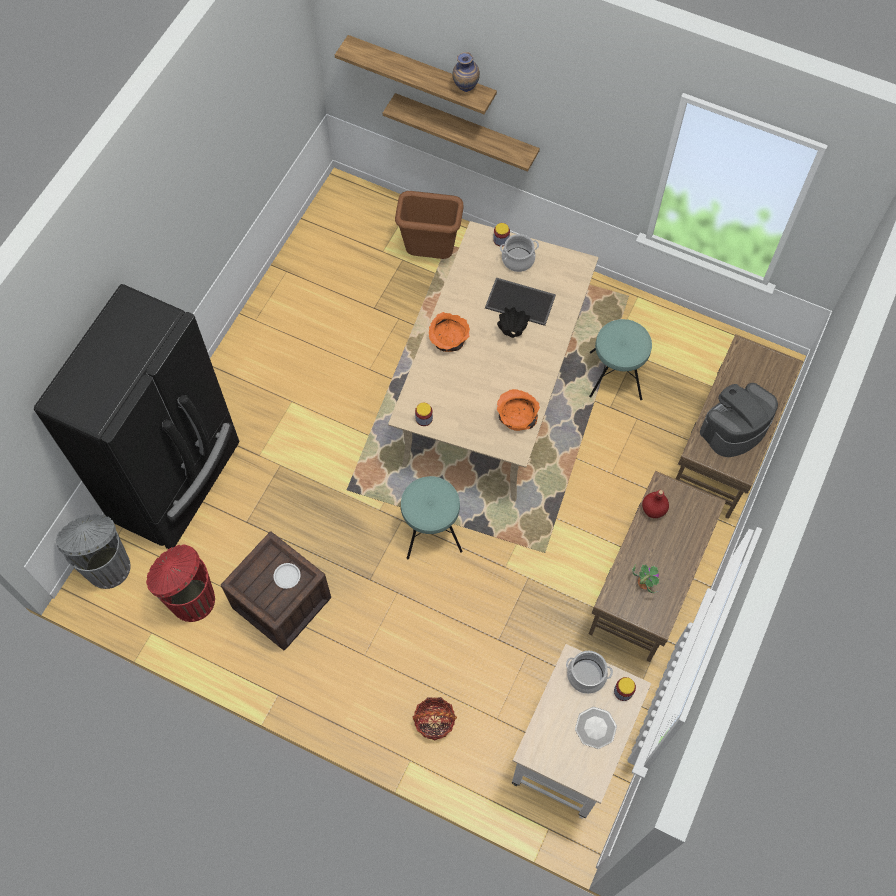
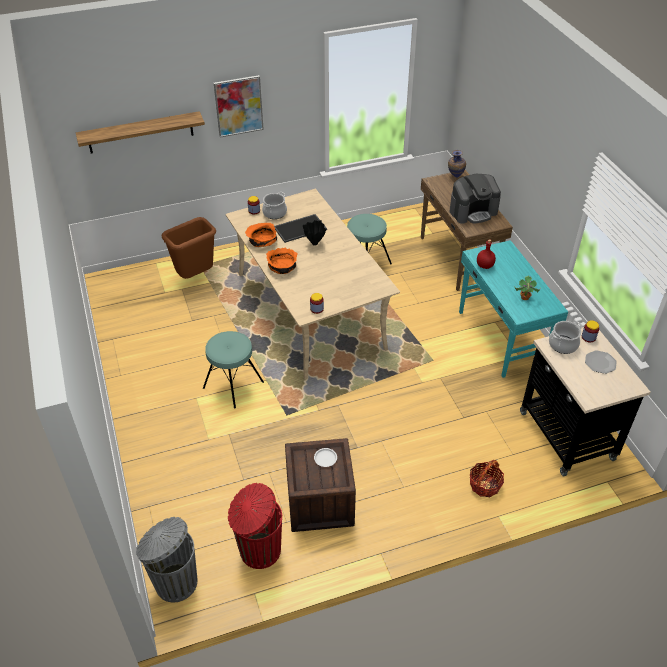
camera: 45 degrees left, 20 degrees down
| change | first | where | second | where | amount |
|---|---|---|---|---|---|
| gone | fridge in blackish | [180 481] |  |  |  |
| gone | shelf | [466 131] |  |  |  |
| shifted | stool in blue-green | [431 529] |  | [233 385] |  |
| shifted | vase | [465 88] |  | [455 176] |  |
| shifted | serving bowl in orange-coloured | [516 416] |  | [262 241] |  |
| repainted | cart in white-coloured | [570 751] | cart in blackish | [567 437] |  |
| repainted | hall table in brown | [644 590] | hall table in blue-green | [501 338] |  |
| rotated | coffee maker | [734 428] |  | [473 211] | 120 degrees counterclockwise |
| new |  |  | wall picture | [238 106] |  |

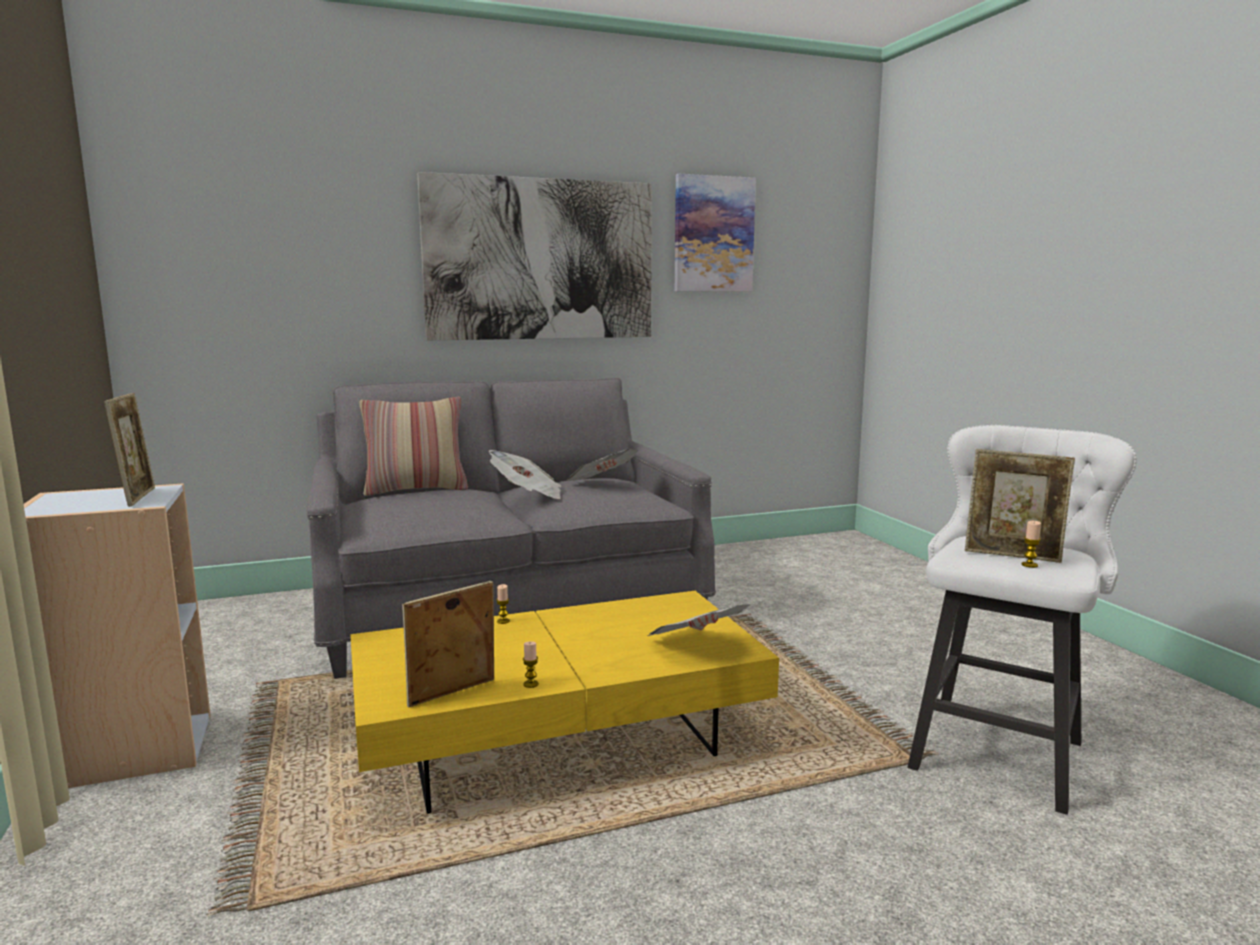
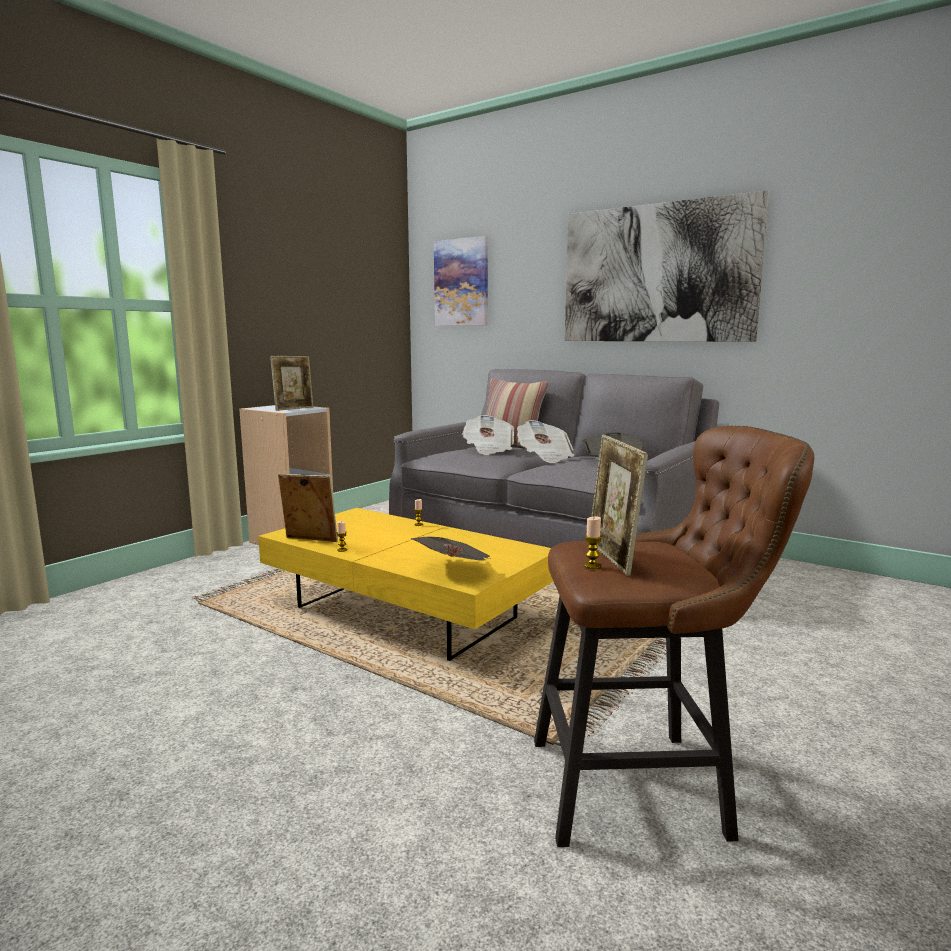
camera: 55 degrees right, 0 degrees up
| change | first | where | second | where | amount |
|---|---|---|---|---|---|
| shifted | wall picture | [713 234] |  | [461 283] |  |
| repainted | stool in white-coloured | [1001 743] | stool in brown | [652 785] |  |
| new |  |  | daily paper | [488 450] |  |

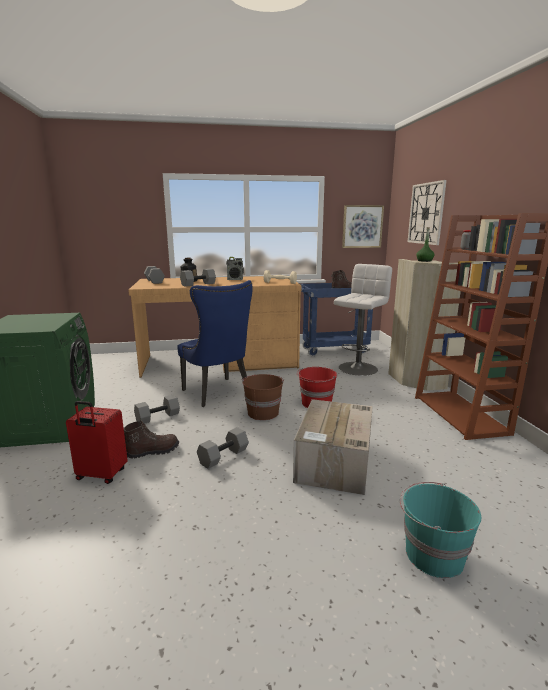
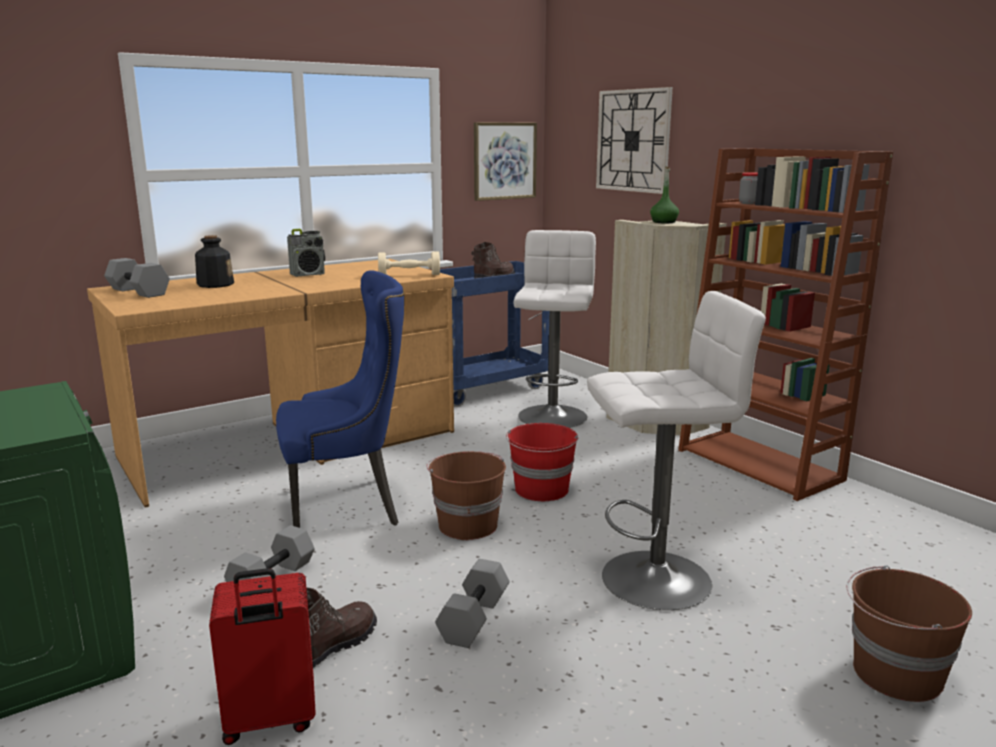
camera: 25 degrees left, 0 degrees up
| change | first | where | second | where | amount |
|---|---|---|---|---|---|
| rotated | plain chair in blue-coloured | [217 392] |  | [347 505] | 45 degrees counterclockwise |
| gone | dumbbell in grey | [198 284] |  |  |  |
| swapped | cardboard box | [334 462] | stool in white-coloured | [657 580] |  |
| repainted | water bucket in blue-green | [432 555] | water bucket in brown | [895 674] |  |

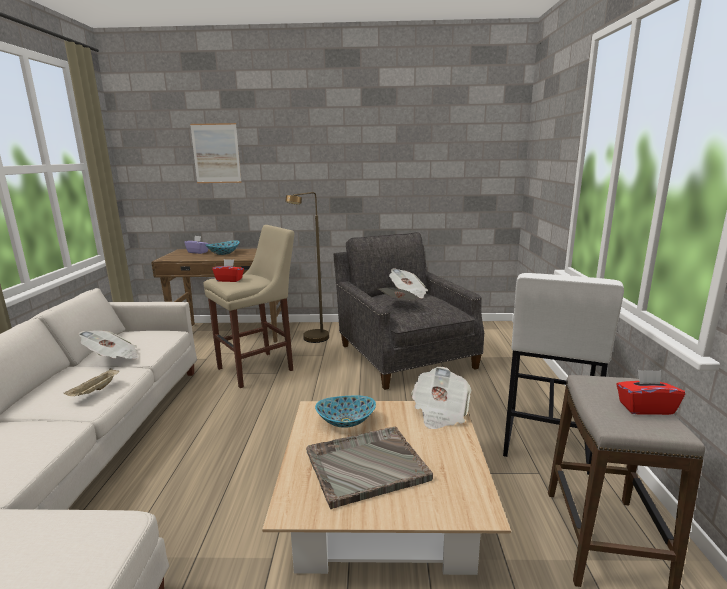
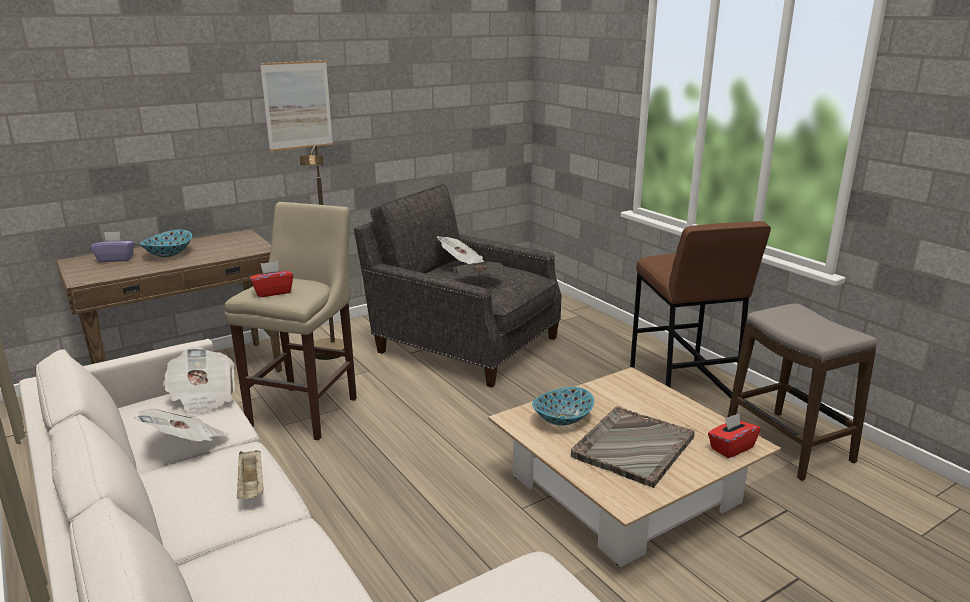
camera: 35 degrees left, 5 degrees up
| change | first | where | second | where | amount |
|---|---|---|---|---|---|
| shifted | wall picture | [216 153] |  | [297 105] |  |
| shifted | daily paper | [440 412] |  | [202 398] |  |
| repainted | stool in white-coloured | [546 441] | stool in brown | [683 387] |  |
| shifted | tissue holder in red | [645 408] |  | [731 448] |  |

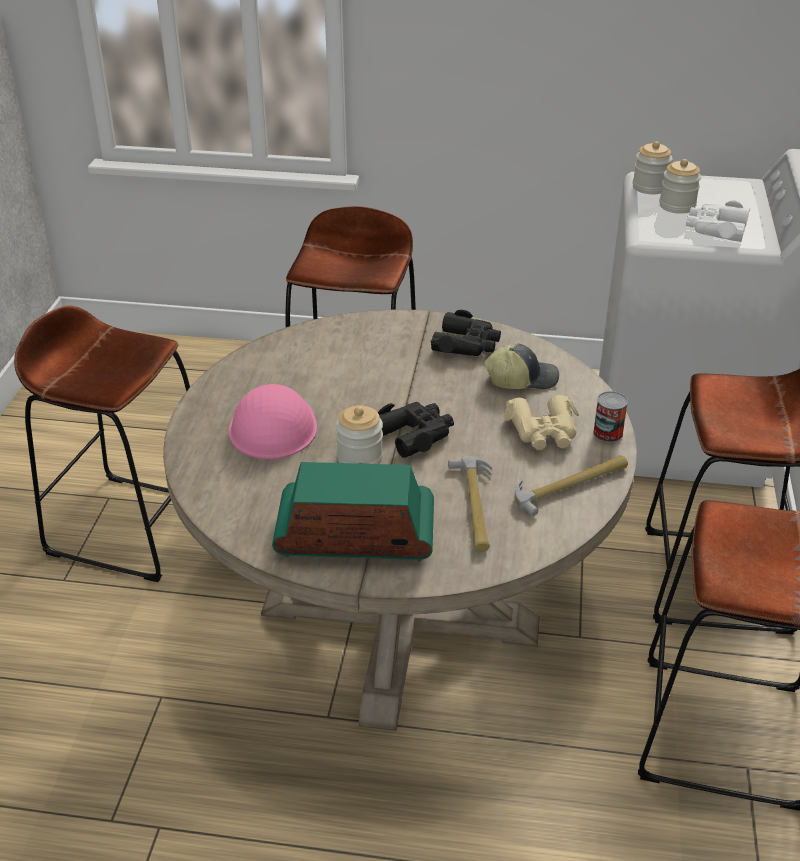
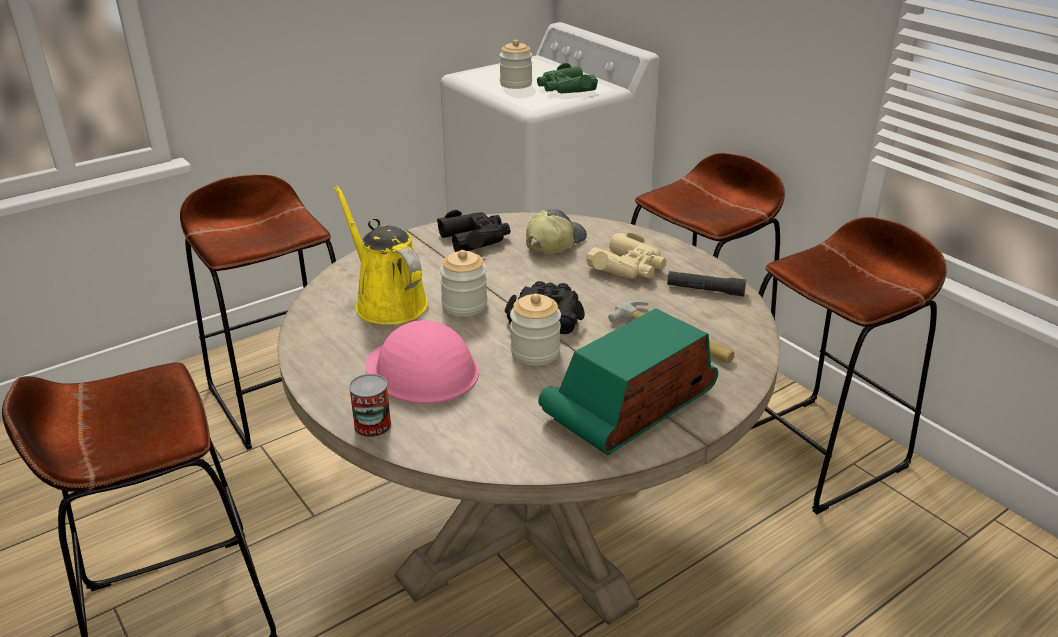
camera: 45 degrees left, 5 degrees down
| change | first | where | second | where | amount |
|---|---|---|---|---|---|
| swapped | tool hammer | [571 486] | flashlight in blackish | [705 290] |  |
| shifted | metal can | [608 433] |  | [372 426] |  |
| shifted | storage jar | [649 187] |  | [464 305] |  |
| repainted | binoculars in white-coloured | [716 229] | binoculars in green | [565 88] |  |
| new |  |  | watering can in yellowish | [387 302] |  |

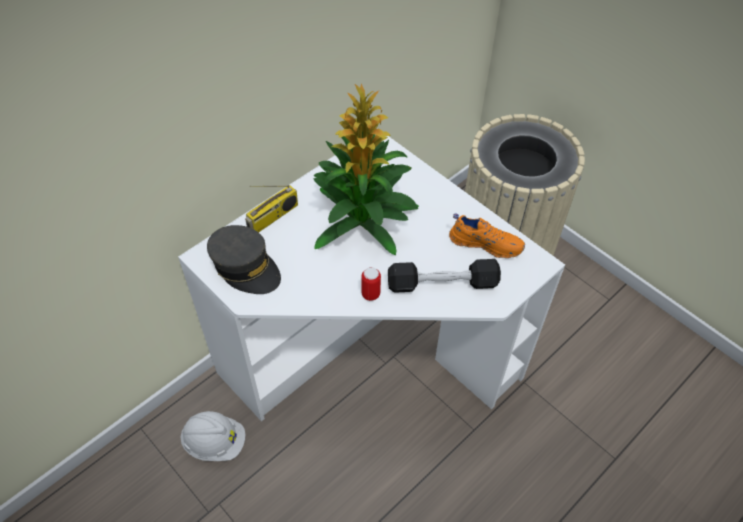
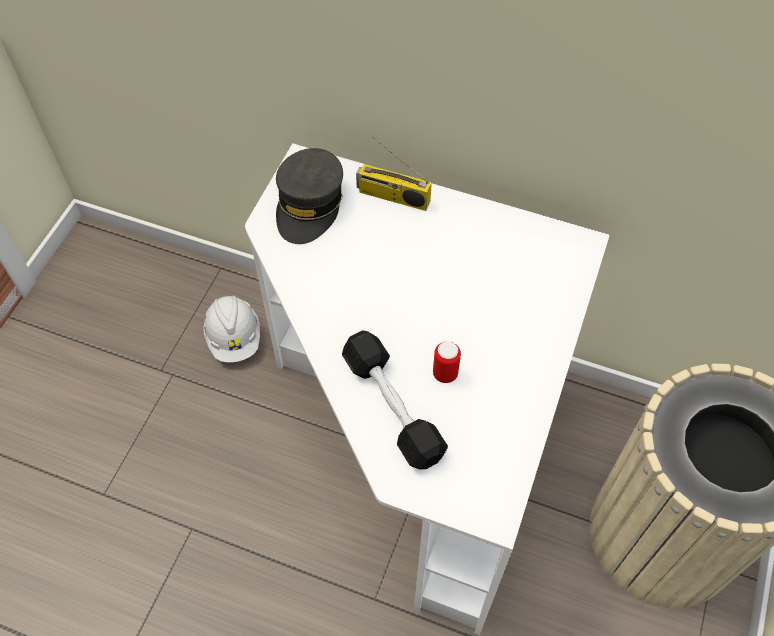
camera: 65 degrees right, 5 degrees up
| change | first | where | second | where | amount |
|---|---|---|---|---|---|
| gone | plant in a pot | [363 219] |  |  |  |
| shifted | metal can | [370 294] |  | [445 374] |  |
| gone | shoe in orange-coloured | [486 243] |  |  |  |

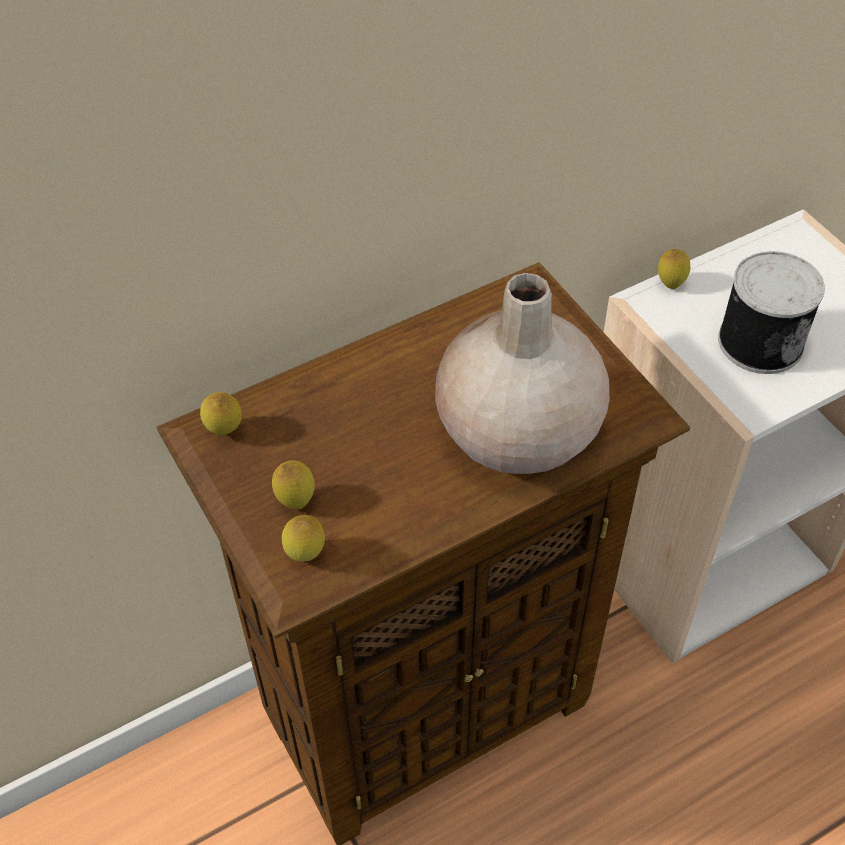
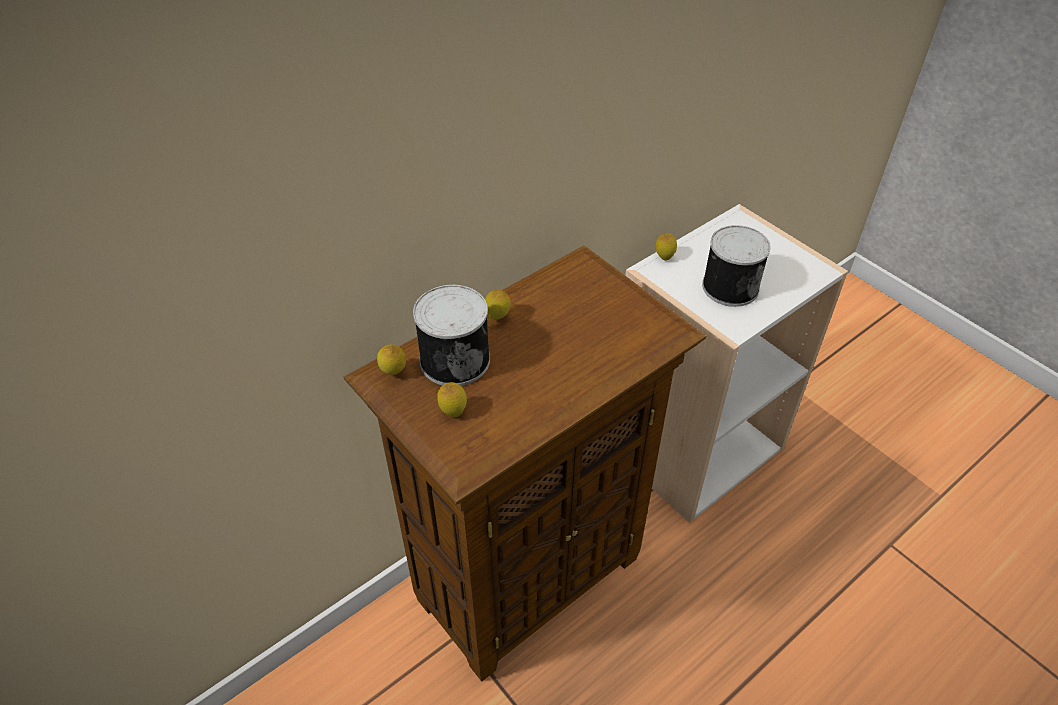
camera: 10 degrees left, 5 degrees down
| change | first | where | second | where | amount |
|---|---|---|---|---|---|
| shifted | citrus fruit | [306 555] |  | [497 318] |  |
| gone | vase in sand-coloured | [517 432] |  |  |  |
| new |  |  | metal can | [454 358] |  |

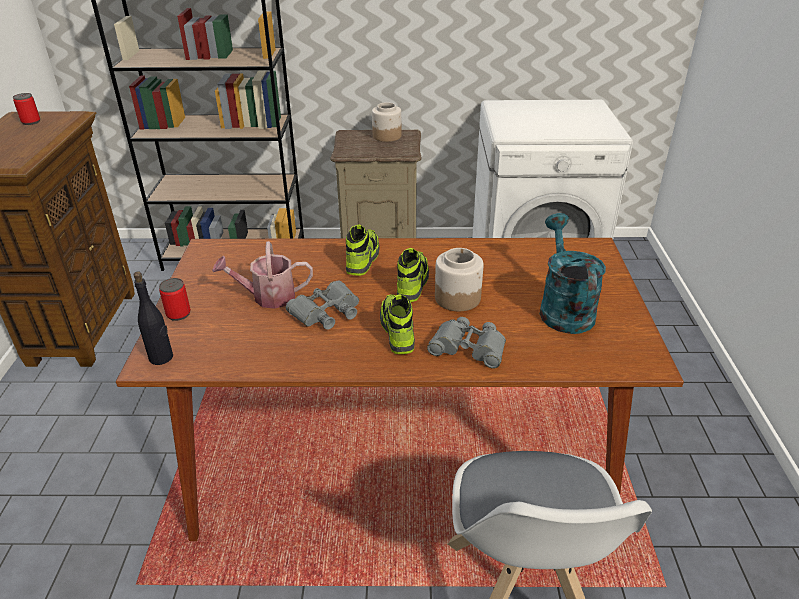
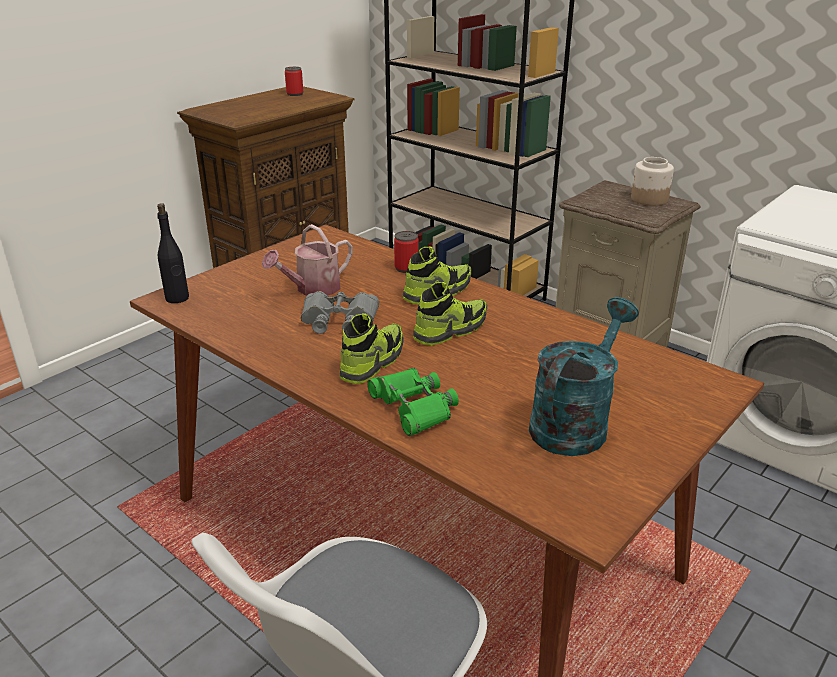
camera: 40 degrees right, 5 degrees down
| change | first | where | second | where | amount |
|---|---|---|---|---|---|
| shifted | metal can | [178 314] |  | [406 268] |  |
| rotated | watering can | [268 297] |  | [313 289] | 75 degrees counterclockwise |
| repainted | binoculars in grey | [468 348] | binoculars in green | [413 407] |  |
| gone | storage jar | [457 298] |  |  |  |

